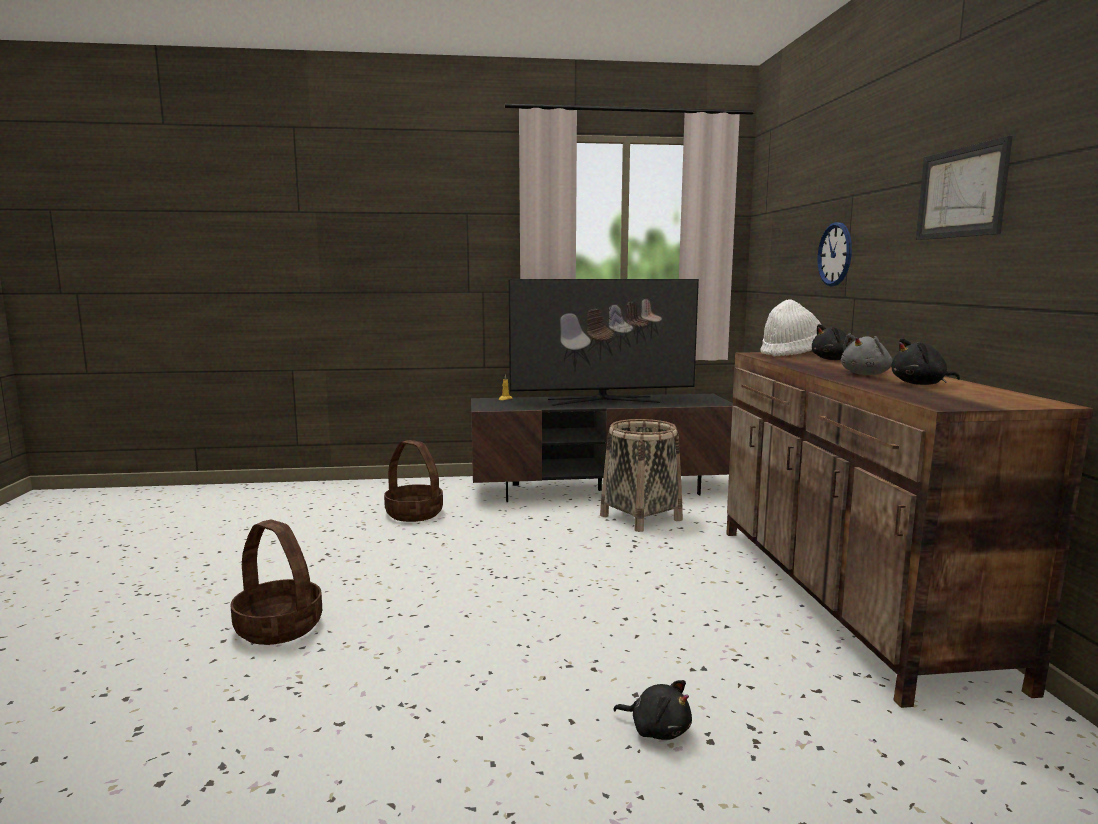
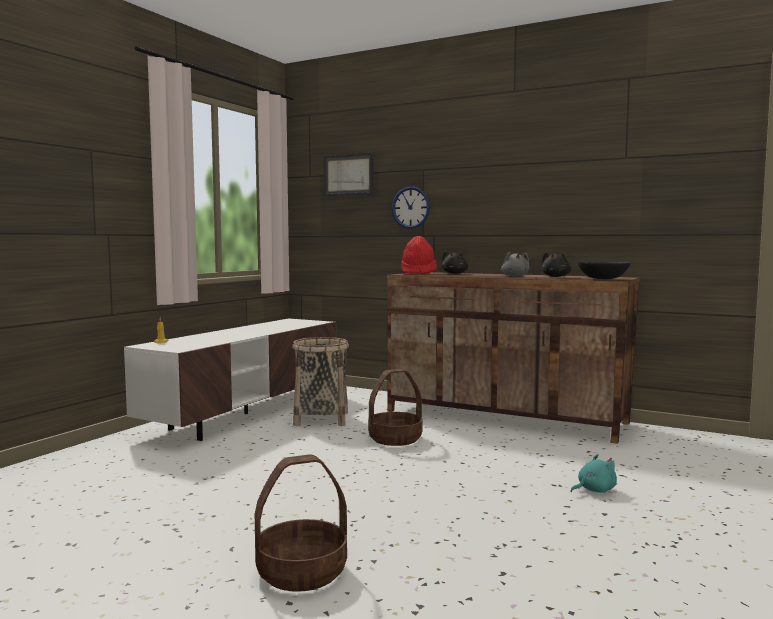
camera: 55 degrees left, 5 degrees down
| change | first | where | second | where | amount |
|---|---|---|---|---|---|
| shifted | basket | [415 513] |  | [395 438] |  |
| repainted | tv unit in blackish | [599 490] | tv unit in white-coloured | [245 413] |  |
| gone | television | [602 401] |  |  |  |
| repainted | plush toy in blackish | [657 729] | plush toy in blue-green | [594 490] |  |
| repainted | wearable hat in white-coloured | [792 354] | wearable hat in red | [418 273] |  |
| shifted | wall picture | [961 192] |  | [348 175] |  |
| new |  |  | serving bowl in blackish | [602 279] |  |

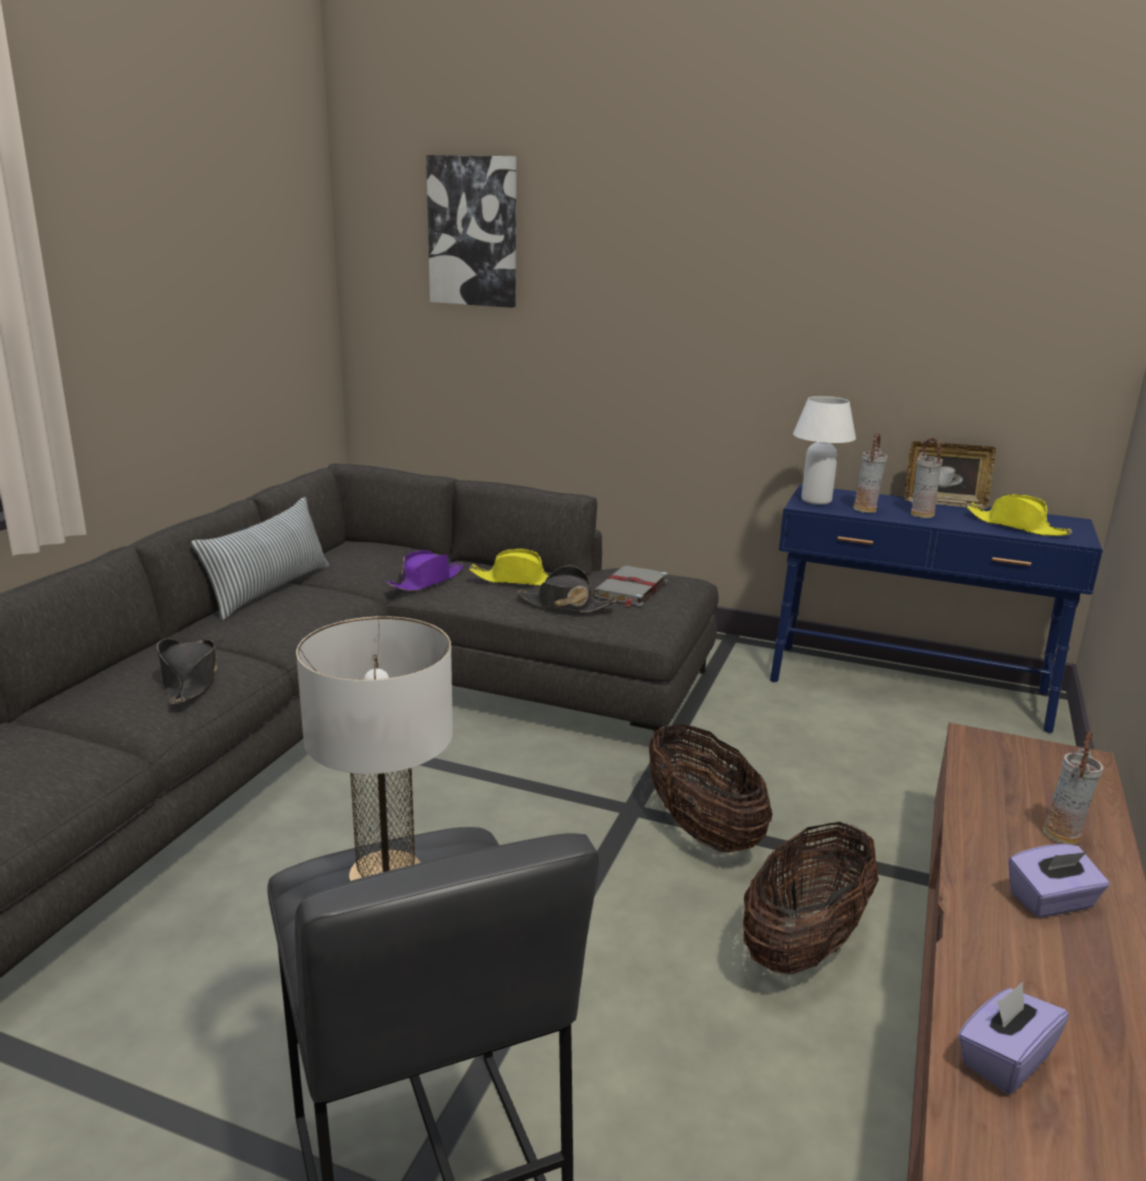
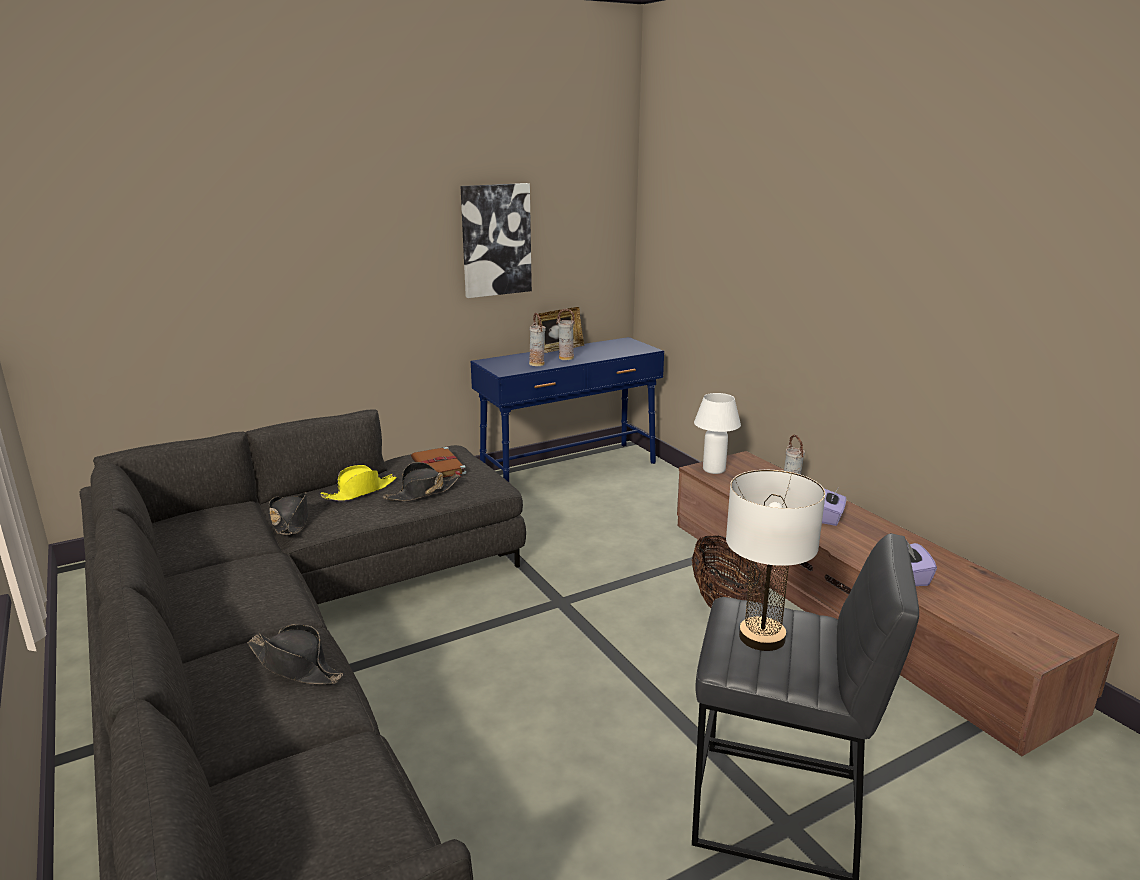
camera: 50 degrees left, 0 degrees up
| change | first | where | second | where | amount |
|---|---|---|---|---|---|
| gone | pillow | [269 590] |  |  |  |
| repainted | wearable hat in purplish | [427 581] | wearable hat in blackish | [291 522] |  |
| shifted | wall picture | [473 232] |  | [495 240] |  |
| repainted | book in grey | [630 589] | book in brown | [438 466] |  |
| gone | basket | [702 829] |  |  |  |
| shifted | table lamp in white-coloured | [816 501] |  | [714 470] |  |
| gone | wearable hat in yellowish | [1016 526] |  |  |  |

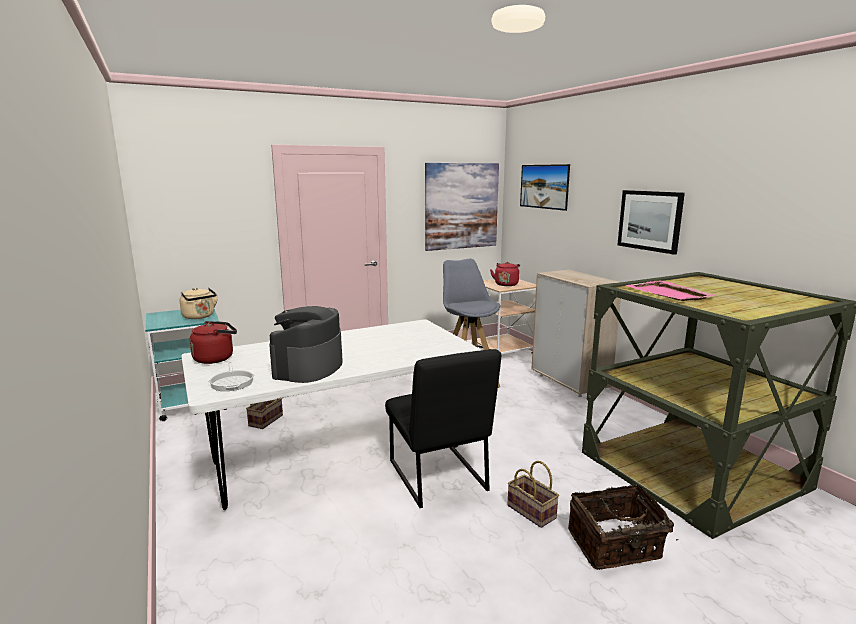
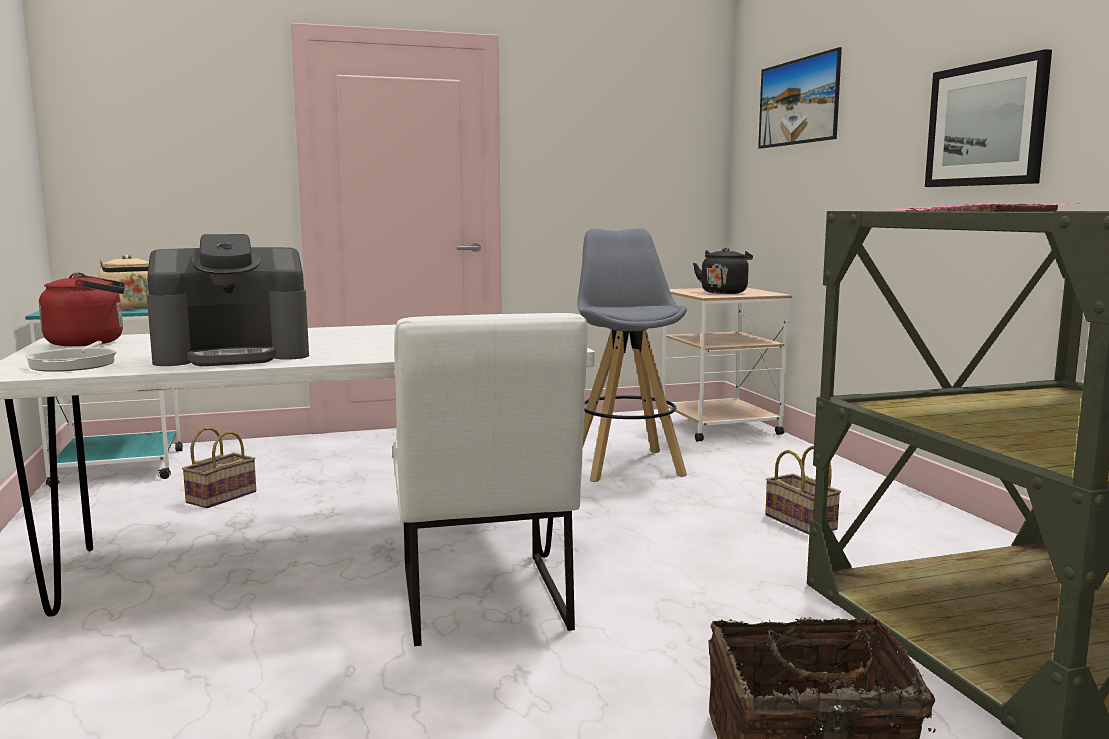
camera: 10 degrees right, 5 degrees down
| change | first | where | second | where | amount |
|---|---|---|---|---|---|
| rotated | coffee maker | [308 367] |  | [233 355] | 135 degrees counterclockwise |
| repainted | plain chair in blackish | [438 477] | plain chair in white-coloured | [482 600] |  |
| gone | wall picture | [461 206] |  |  |  |
| repainted | water kettle in red | [506 284] | water kettle in blackish | [724 292] |  |
| shifted | basket | [533 512] |  | [802 522] |  |
| gone | cupboard in sand-coloured | [570 383] |  |  |  |

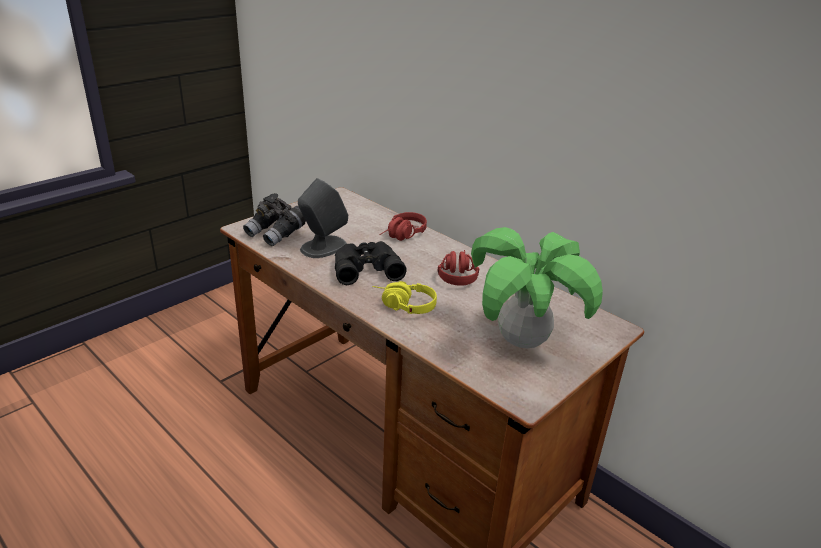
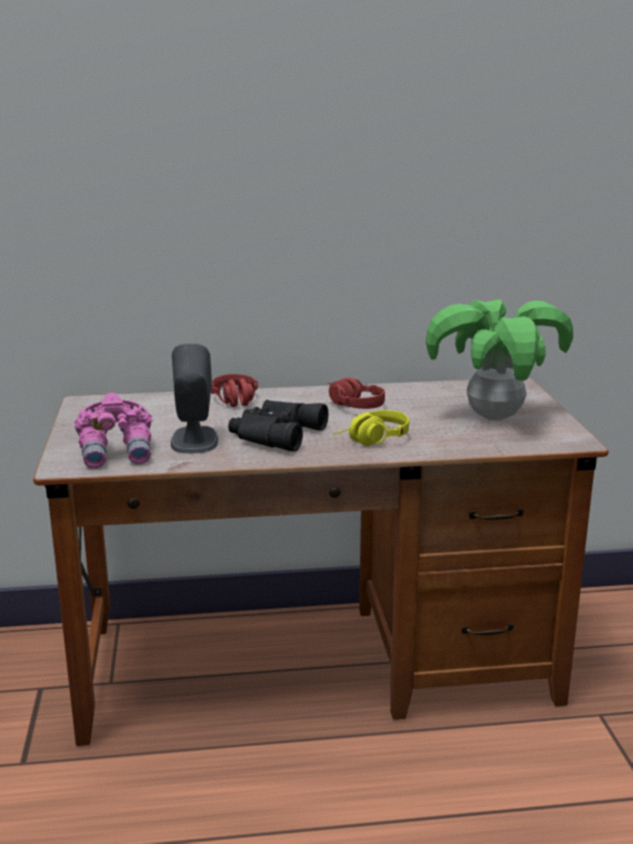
camera: 50 degrees left, 10 degrees down
| change | first | where | second | where | amount |
|---|---|---|---|---|---|
| repainted | binoculars in grey | [277 234] | binoculars in pinkish | [117 453] |  |

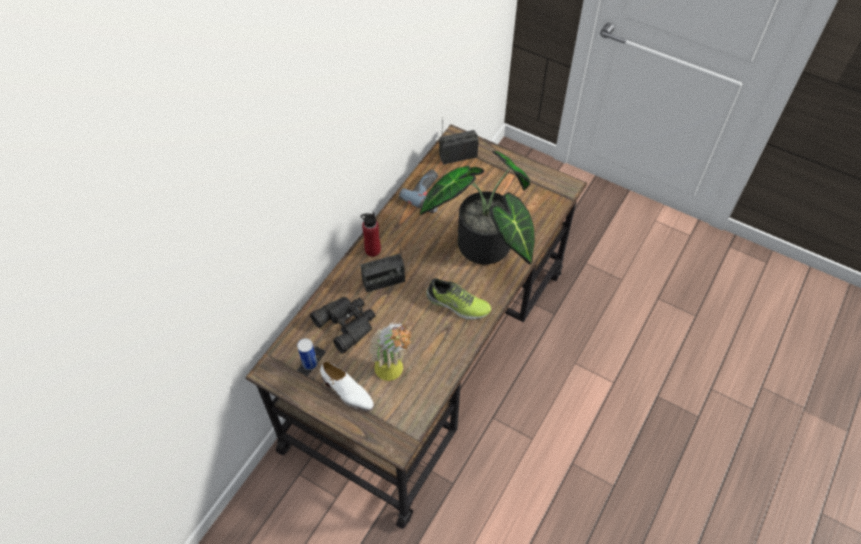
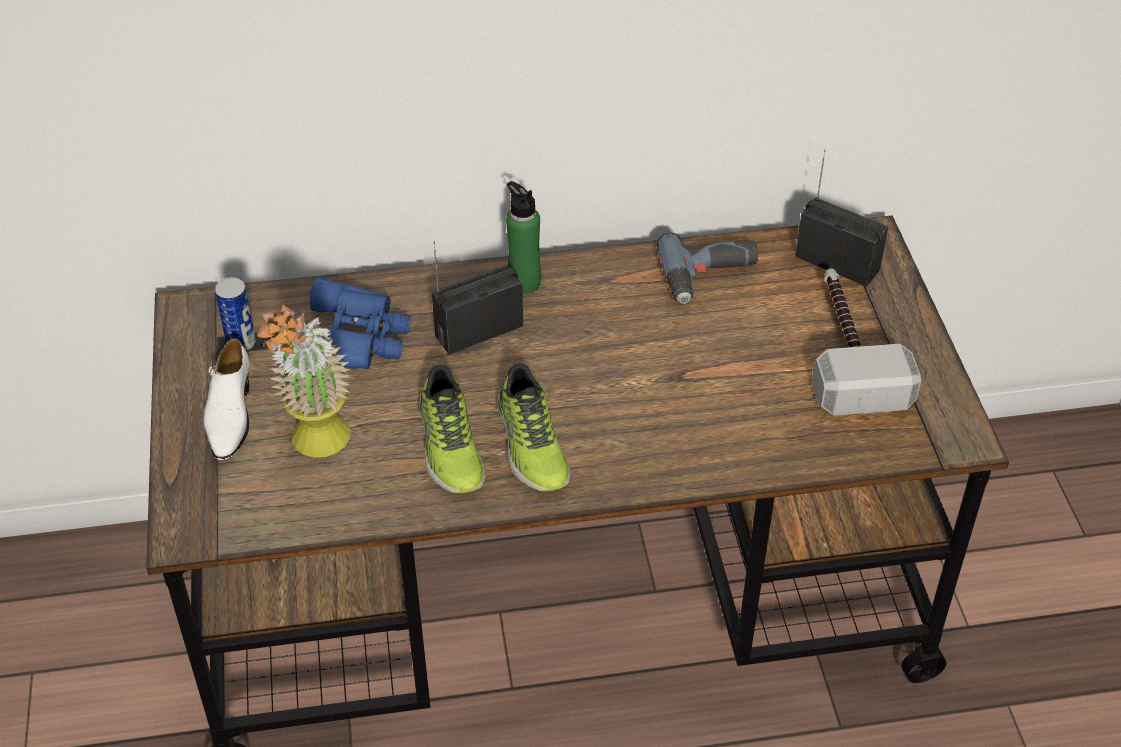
camera: 50 degrees right, 10 degrees down
| change | first | where | second | where | amount |
|---|---|---|---|---|---|
| repainted | binoculars in blackish | [347 323] | binoculars in blue-coloured | [355 338] |  |
| rotated | radio | [383 281] |  | [479 330] | 120 degrees clockwise |
| repainted | bottle in red | [372 250] | bottle in green | [524 282] |  |
| gone | plant in a pot | [484 249] |  |  |  |
| new |  |  | shoe | [449 446] |  |
| new |  |  | tool hammer | [847 350] |  |

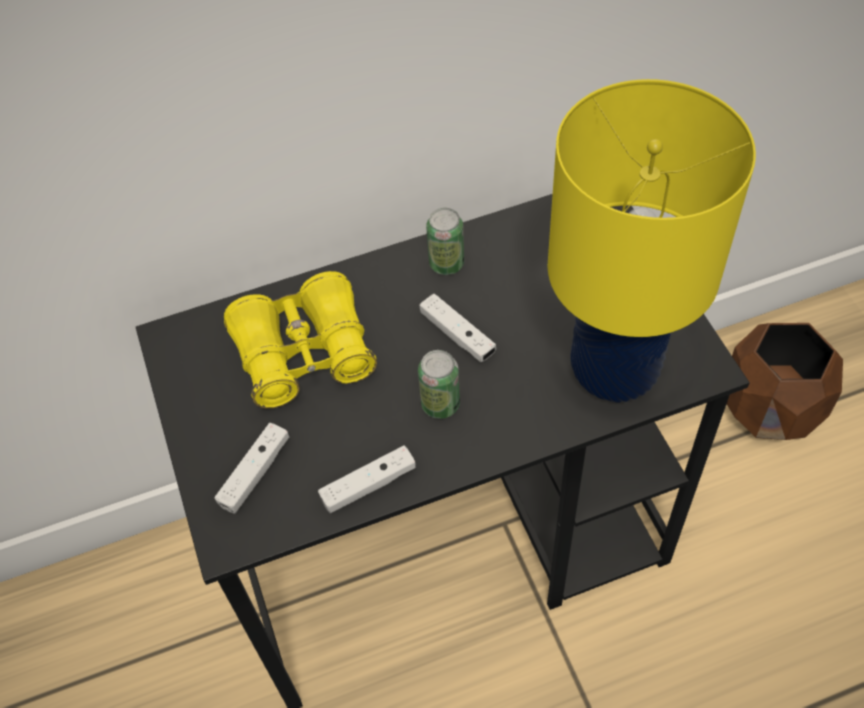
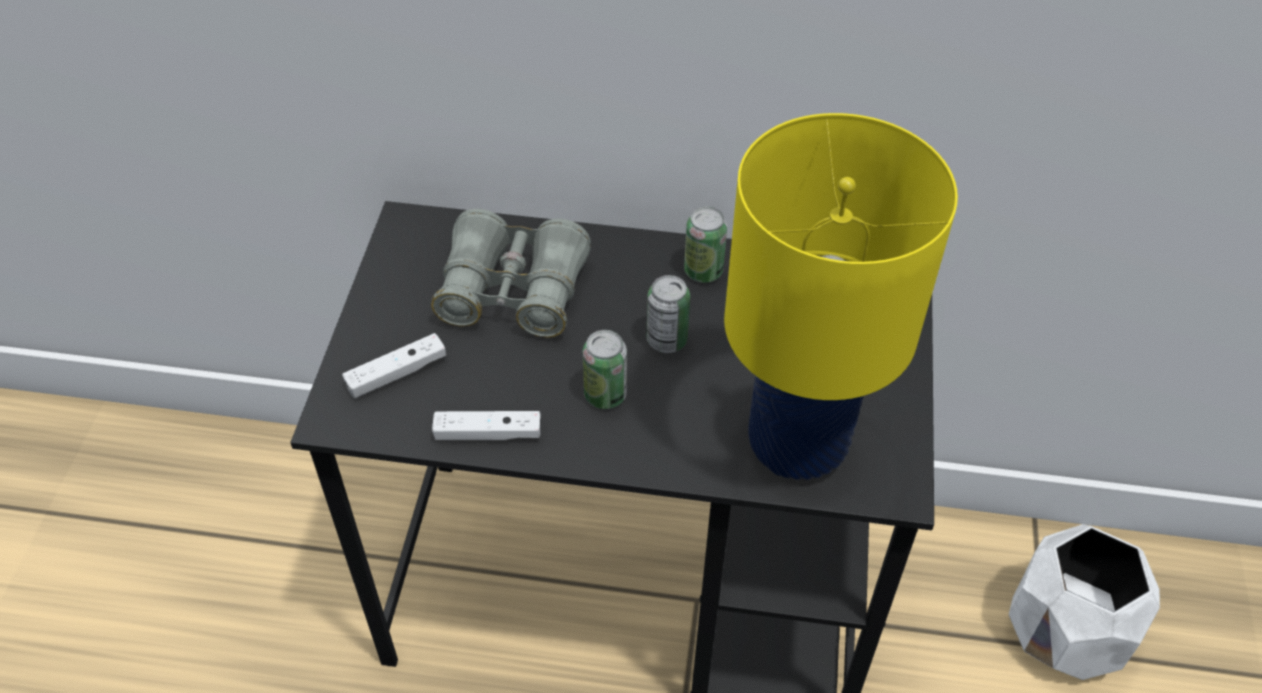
camera: 25 degrees right, 5 degrees down
| change | first | where | second | where | amount |
|---|---|---|---|---|---|
| repainted | binoculars in yellowish | [304 354] | binoculars in grey | [513 291] |  |
| swapped | game controller in white-coloured | [457 335] | metal can | [666 340] |  |
| repainted | planter in brown | [771 410] | planter in white-coloured | [1065 634] |  |

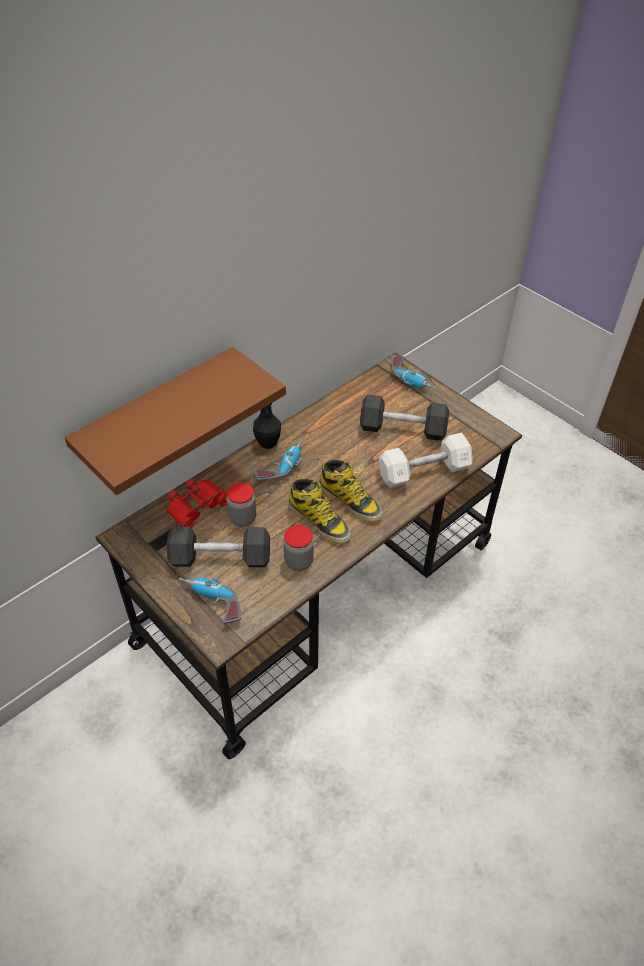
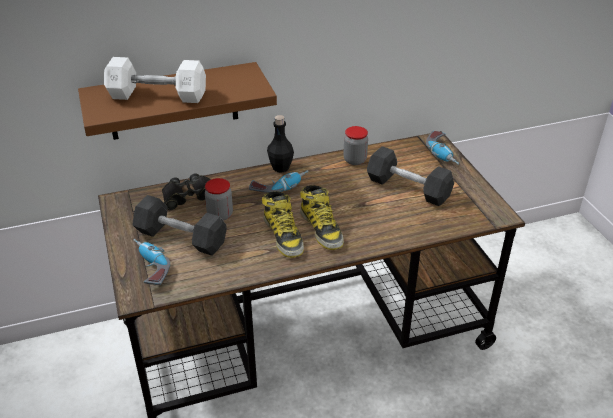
camera: 25 degrees right, 10 degrees down
| change | first | where | second | where | amount |
|---|---|---|---|---|---|
| repainted | binoculars in red | [196 506] | binoculars in blackish | [189 196] |  |
| shifted | storage jar | [298 561] |  | [355 160] |  |
| shifted | dumbbell in white-coloured | [424 471] |  | [157 96] |  |

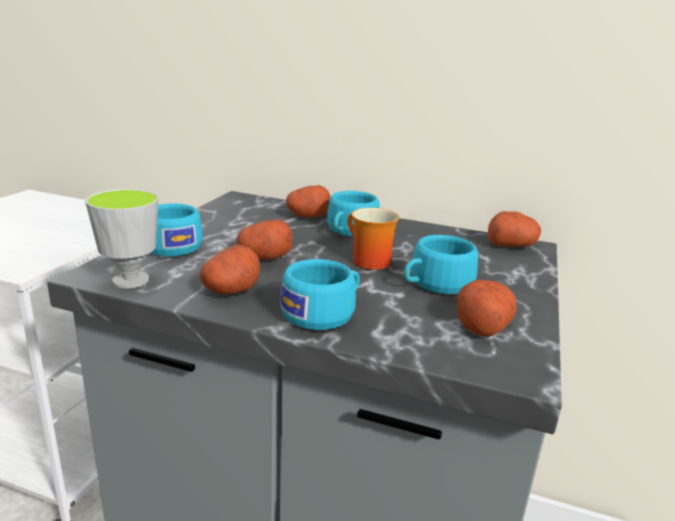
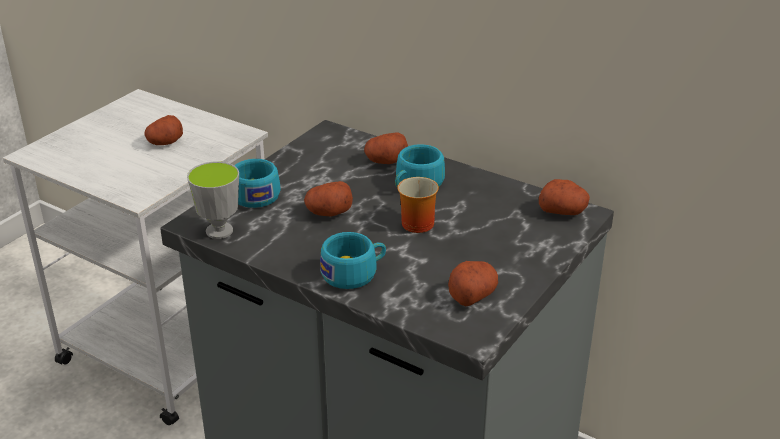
camera: 15 degrees right, 10 degrees up
| change | first | where | second | where | amount |
|---|---|---|---|---|---|
| shifted | spud | [232 290] |  | [165 142] |  |
| gone | cup in blue-green | [435 284] |  |  |  |

